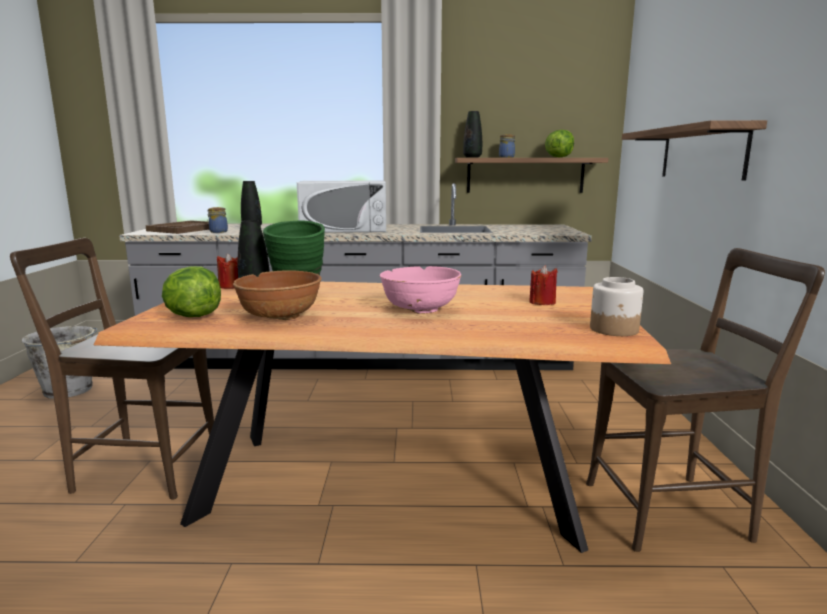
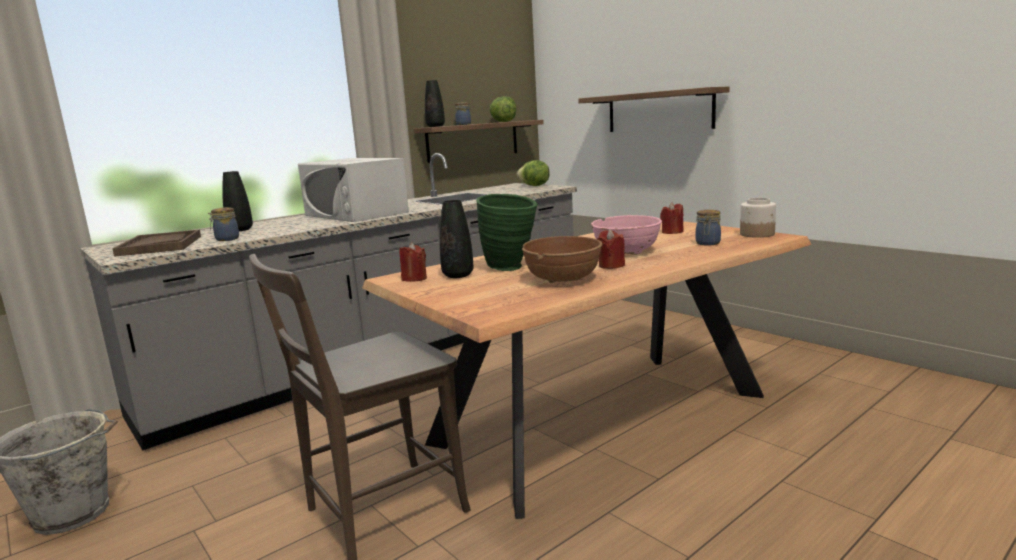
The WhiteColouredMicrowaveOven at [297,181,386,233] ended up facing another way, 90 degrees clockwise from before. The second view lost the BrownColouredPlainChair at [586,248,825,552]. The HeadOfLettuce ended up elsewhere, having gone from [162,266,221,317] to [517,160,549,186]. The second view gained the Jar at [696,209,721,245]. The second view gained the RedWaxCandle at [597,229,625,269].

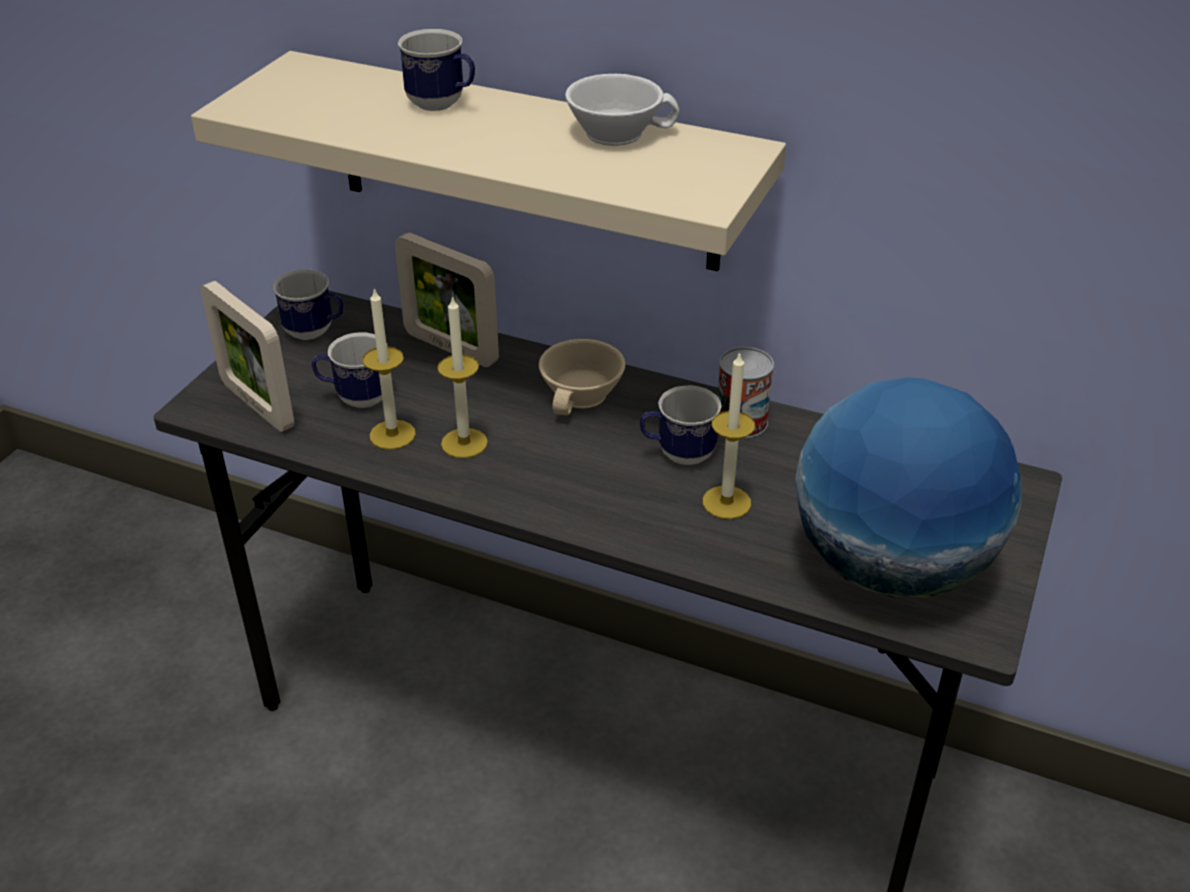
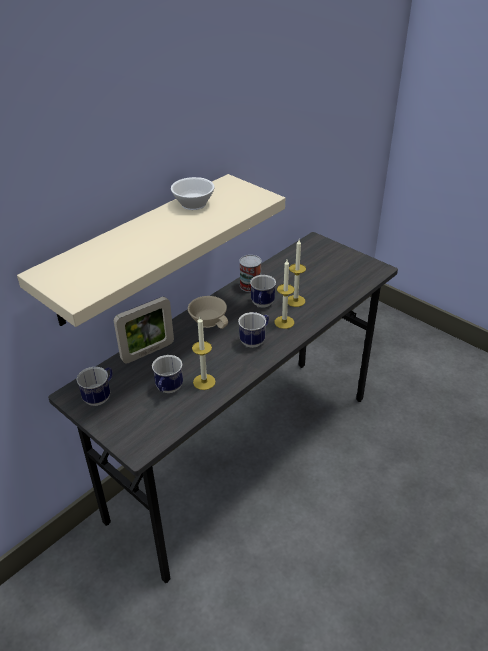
The TeaMug ended up elsewhere, having gone from [398,29,475,111] to [238,312,269,348]. The second view lost the PictureFrame at [200,281,295,432]. The WaxCandle ended up elsewhere, having gone from [437,295,488,458] to [275,260,295,329]. The second view lost the Globe at [795,377,1021,597].

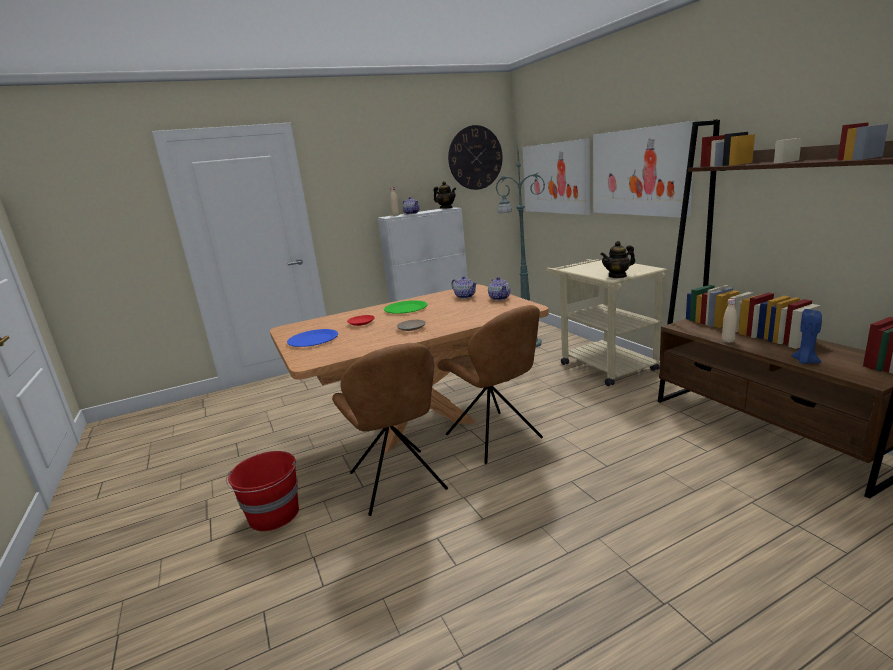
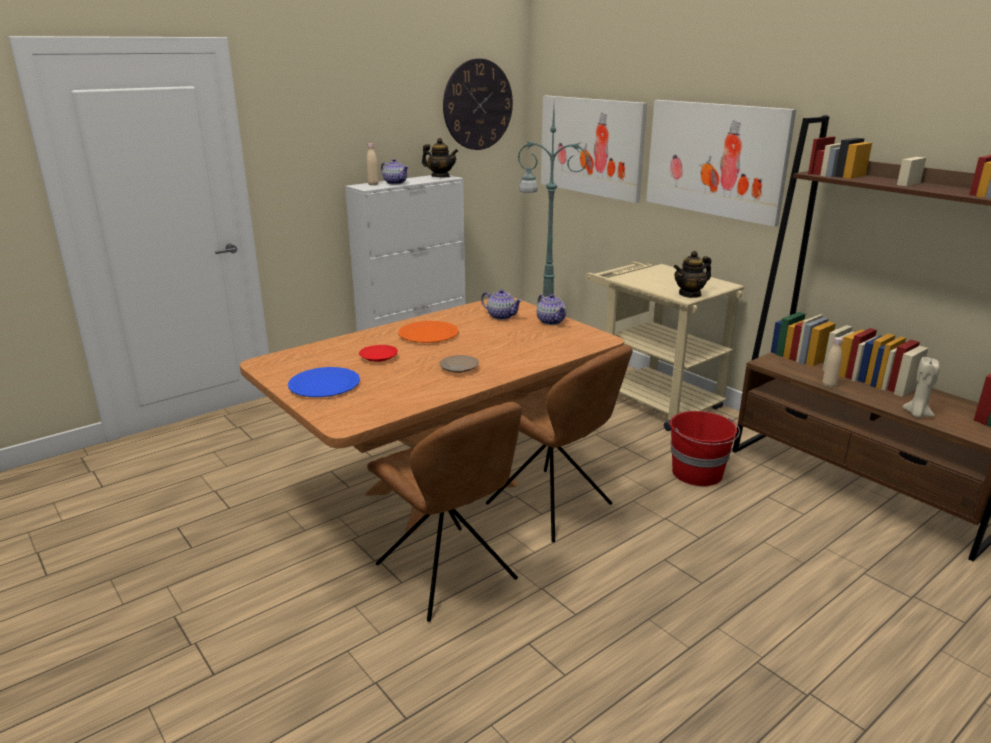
What was the GreenDinnerPlate at [384,300,427,314] turned into the OrangeDinnerPlate at [398,321,459,343]. What was the BlueWaxCandle at [792,309,822,364] turned into the BeigeWaxCandle at [903,357,939,418]. The RedWaterBucket ended up elsewhere, having gone from [226,451,299,531] to [670,411,740,486].

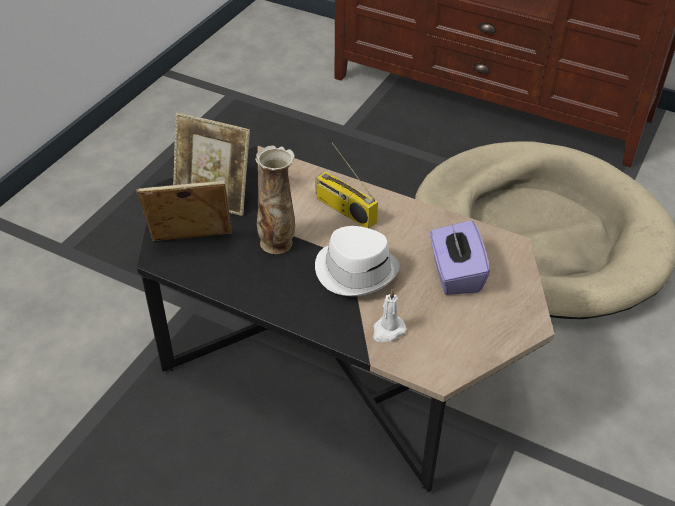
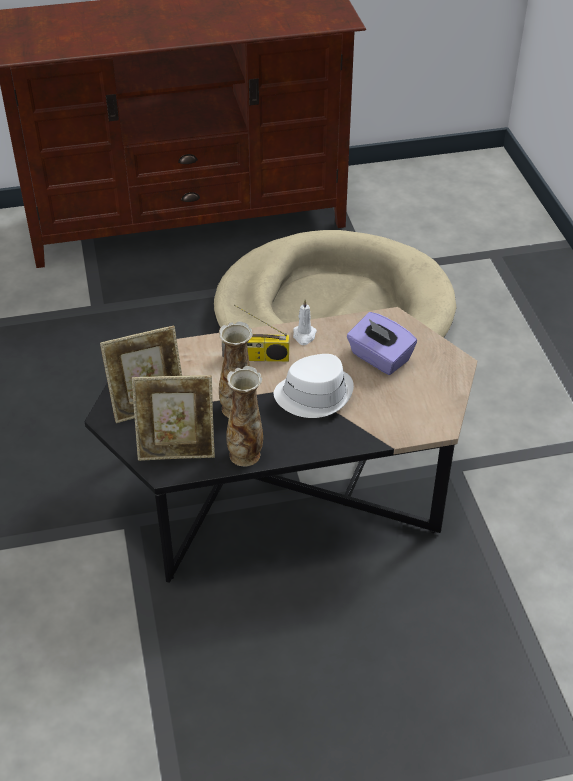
The PictureFrame at [136,181,232,241] ended up facing another way, 135 degrees counterclockwise from before. The WhiteColouredWaxCandle ended up elsewhere, having gone from [373,289,407,342] to [293,300,317,345]. The second view gained the Vase at [226,366,263,467].

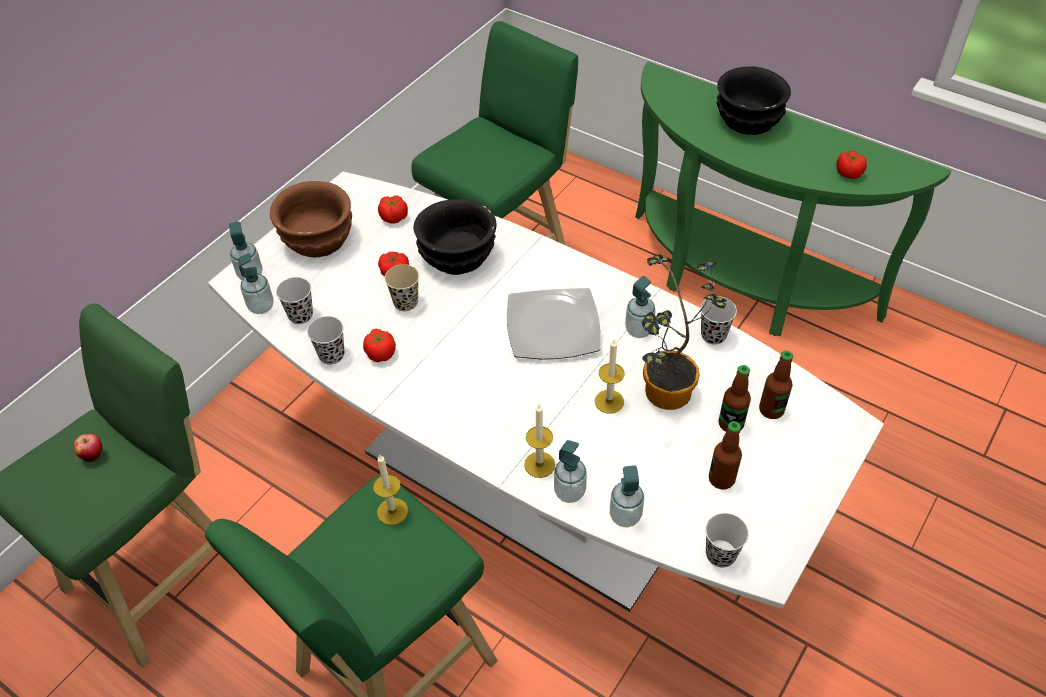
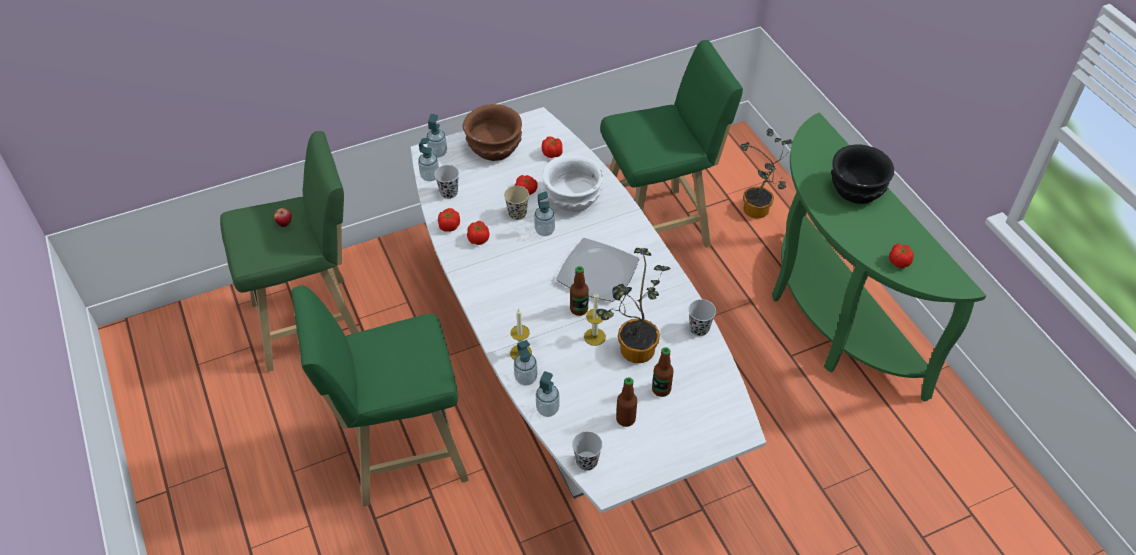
What was the BlackColouredServingBowl at [413,199,497,275] turned into the WhiteColouredServingBowl at [543,155,604,212]. The LiquidSoapBottle ended up elsewhere, having gone from [625,276,656,338] to [534,192,555,236]. Where the BlackColouredSmallCup stood at [307,316,345,365], the WholeTomato came to stand at [438,208,460,232]. The DrinkBottle ended up elsewhere, having gone from [759,351,793,419] to [570,266,589,316]. The second view lost the WaxCandle at [373,455,408,525]. The second view gained the PottedPlant at [740,128,793,218].

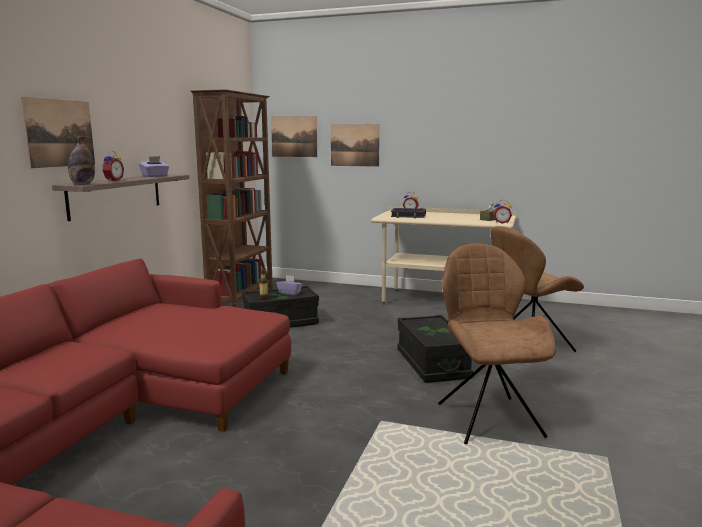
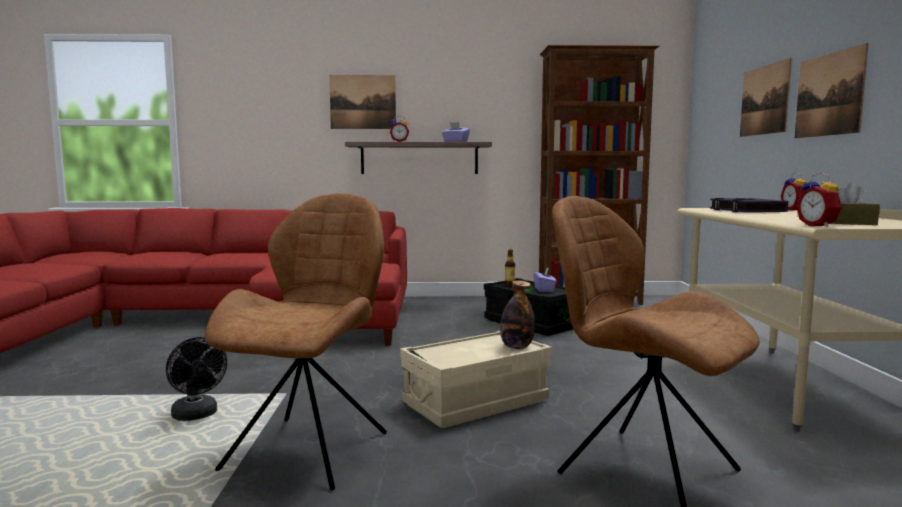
The Picture ended up elsewhere, having gone from [271,116,317,157] to [795,43,869,138]. The DrinkBottle ended up elsewhere, having gone from [68,135,95,184] to [500,280,535,349]. The BrownColouredPlainChair at [438,243,556,444] ended up facing another way, 45 degrees counterclockwise from before. What was the BlackColouredStorageBin at [398,315,473,383] turned into the BeigeStorageBin at [400,331,552,428]. The second view gained the BlackColouredElectricFan at [166,337,227,421].

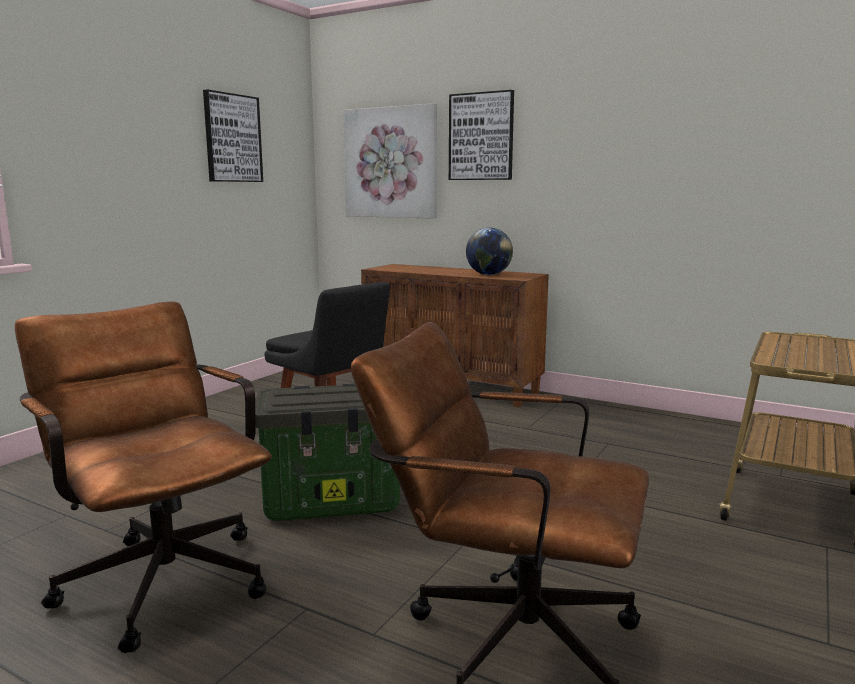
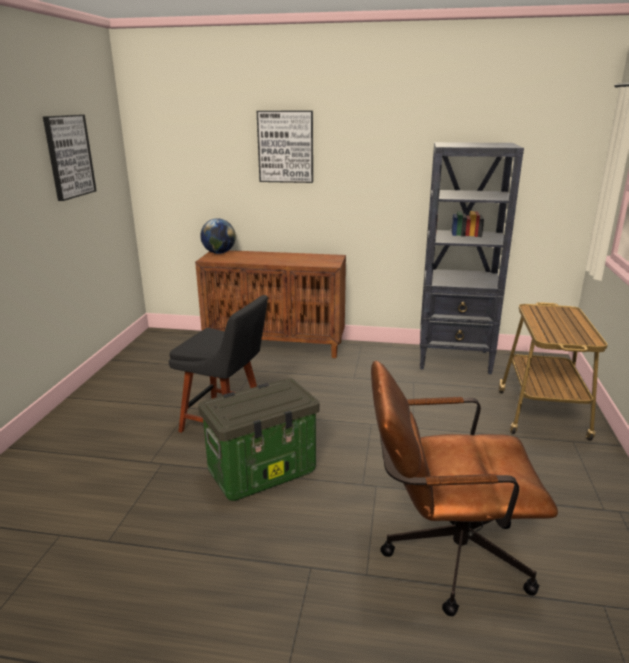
The second view lost the Picture at [343,103,437,219]. The Globe ended up elsewhere, having gone from [466,228,513,275] to [200,218,236,254]. The second view lost the BrownColouredOfficeChair at [15,302,272,653]. The second view gained the BlackColouredShelvingUnit at [420,142,524,374].

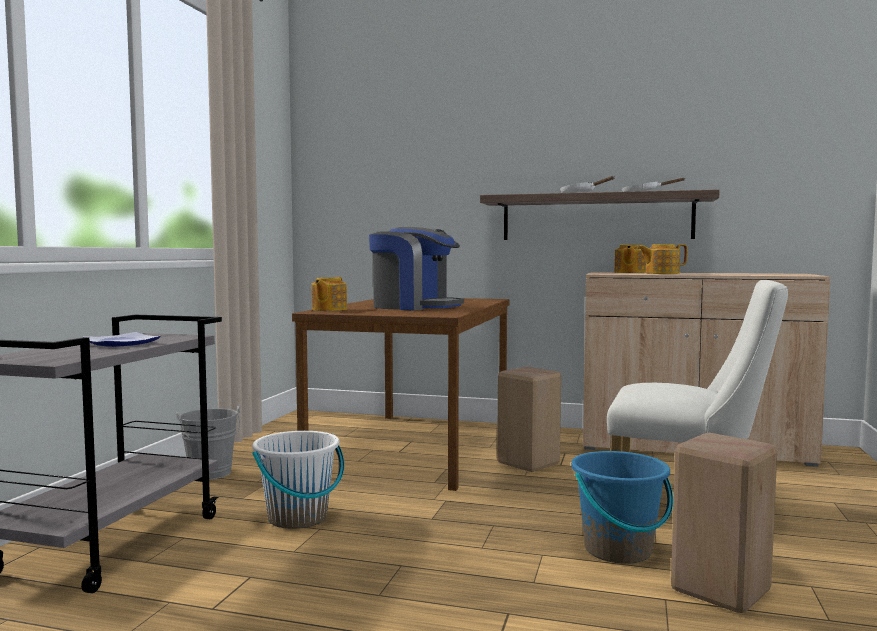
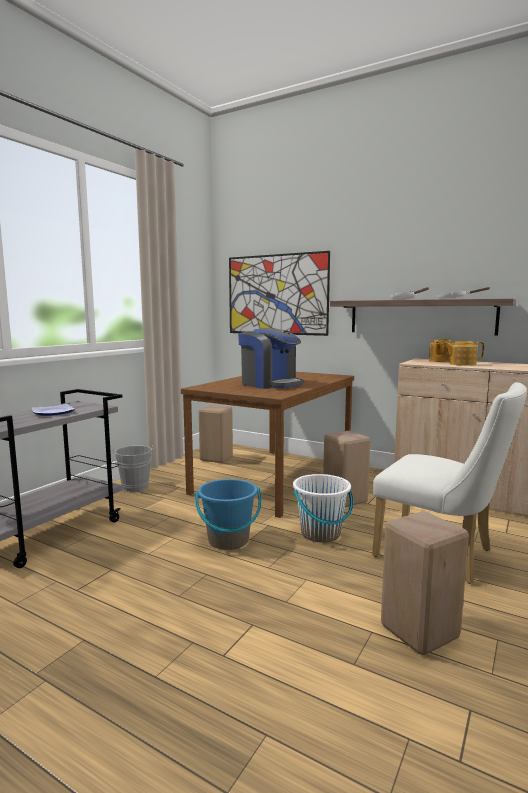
The second view lost the Teapot at [311,277,347,311]. The WhiteColouredWaterBucket ended up elsewhere, having gone from [252,431,344,529] to [293,474,353,542]. The BlueWaterBucket ended up elsewhere, having gone from [571,451,673,564] to [195,479,262,550]. The second view gained the Picture at [229,251,330,336]. The second view gained the BeigeStoolSeat at [199,405,233,463].

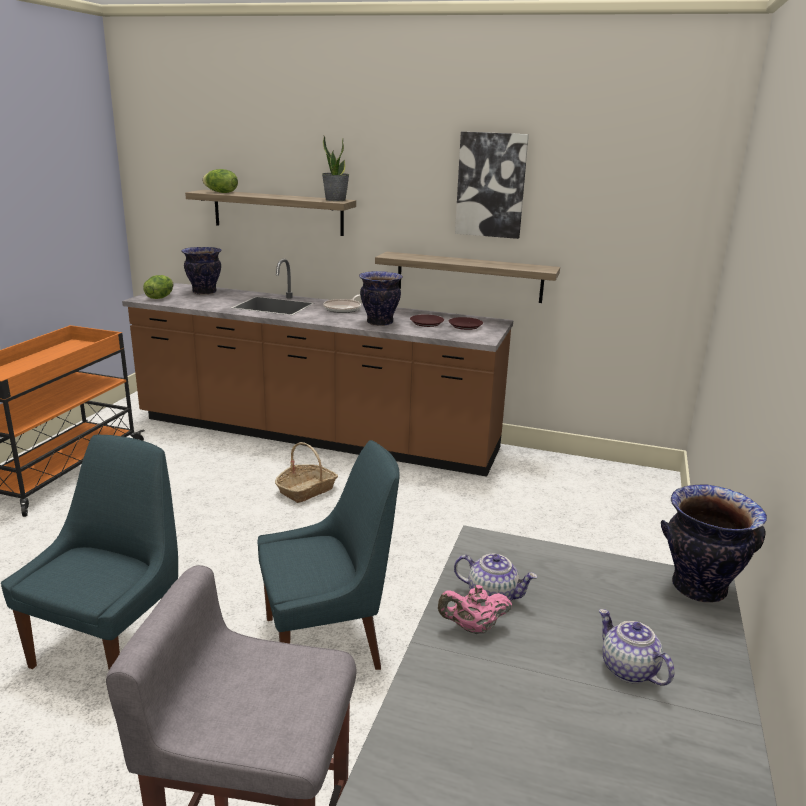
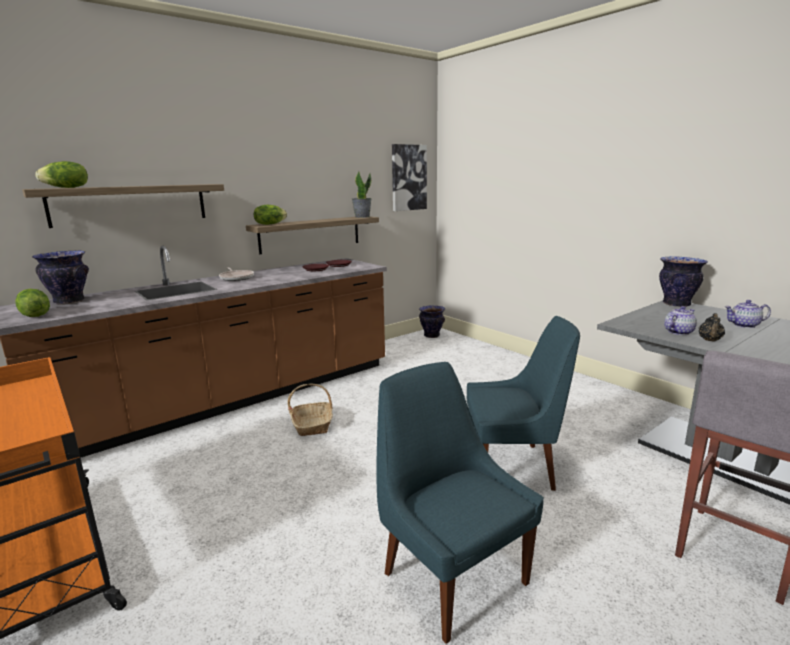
The Picture ended up elsewhere, having gone from [455,132,529,239] to [392,144,427,211]. The PottedPlant ended up elsewhere, having gone from [322,136,350,201] to [352,171,372,218]. The Vase ended up elsewhere, having gone from [359,271,403,326] to [419,305,445,338]. The BluePlainChair at [258,440,400,670] ended up facing another way, 75 degrees clockwise from before. What was the PinkishTeapot at [438,585,512,634] turned into the BlackColouredTeapot at [699,313,725,342]. The second view gained the HeadOfLettuce at [254,205,287,225].

